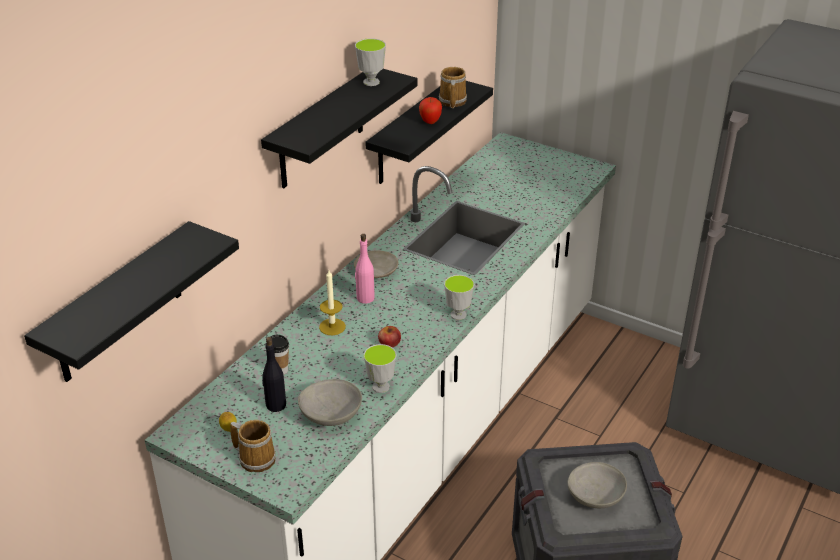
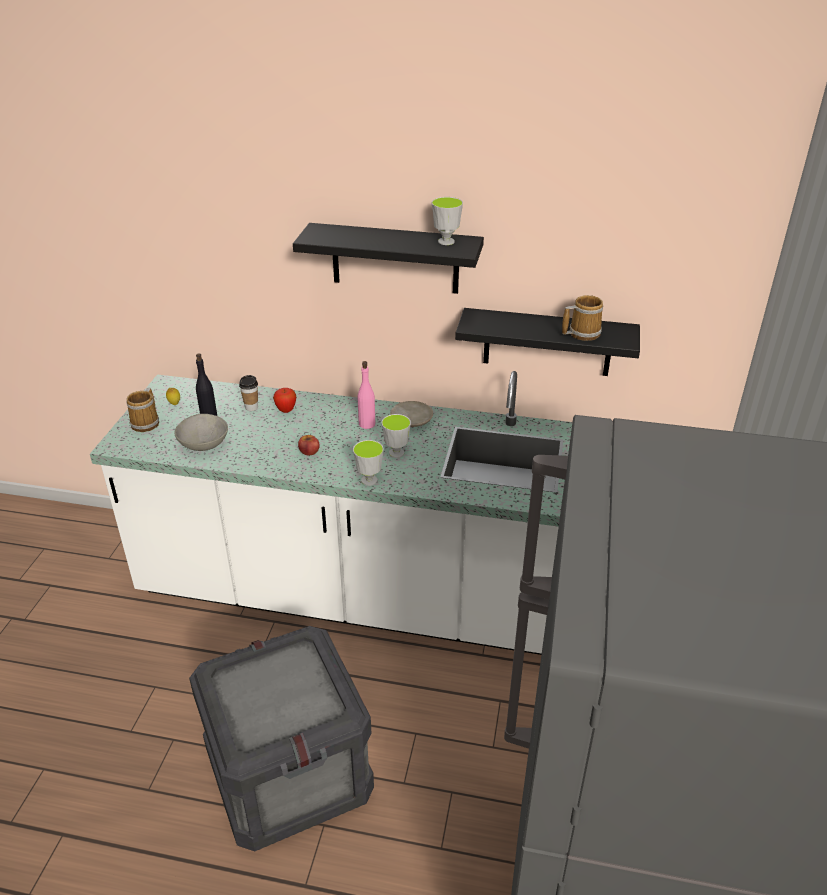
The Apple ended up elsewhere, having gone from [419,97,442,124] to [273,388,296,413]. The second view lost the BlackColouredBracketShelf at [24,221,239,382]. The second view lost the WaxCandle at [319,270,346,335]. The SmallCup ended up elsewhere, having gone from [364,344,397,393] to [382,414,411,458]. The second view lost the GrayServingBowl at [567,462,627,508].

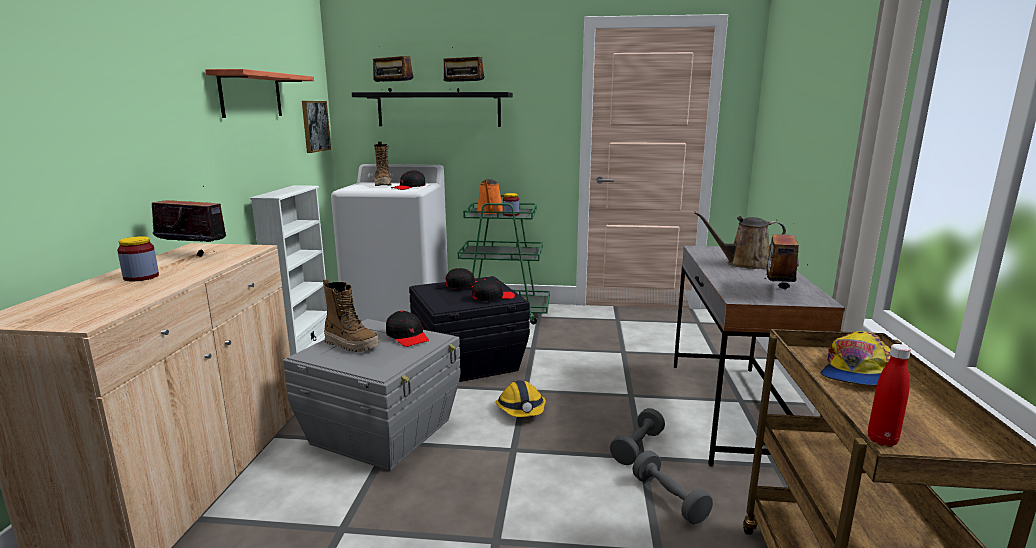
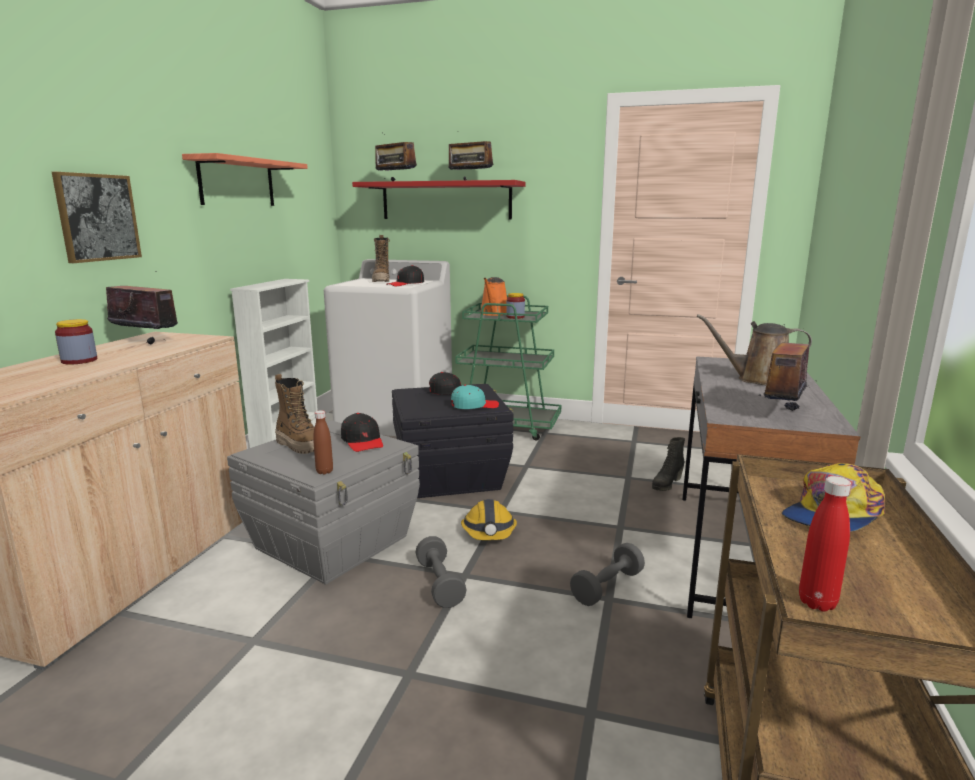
What was the BlackColouredBracketShelf at [352,92,513,127] turned into the RedBracketShelf at [352,180,525,220]. The Picture ended up elsewhere, having gone from [302,101,331,153] to [52,172,142,263]. What was the BlackColouredCap at [472,279,515,301] turned into the BlueGreenCap at [451,385,499,409]. The GrayFreeWeight ended up elsewhere, having gone from [632,451,713,524] to [415,536,467,608]. The second view gained the BrownColouredDrinkBottle at [313,410,333,474]. The second view gained the BlackColouredBoot at [652,437,685,491].

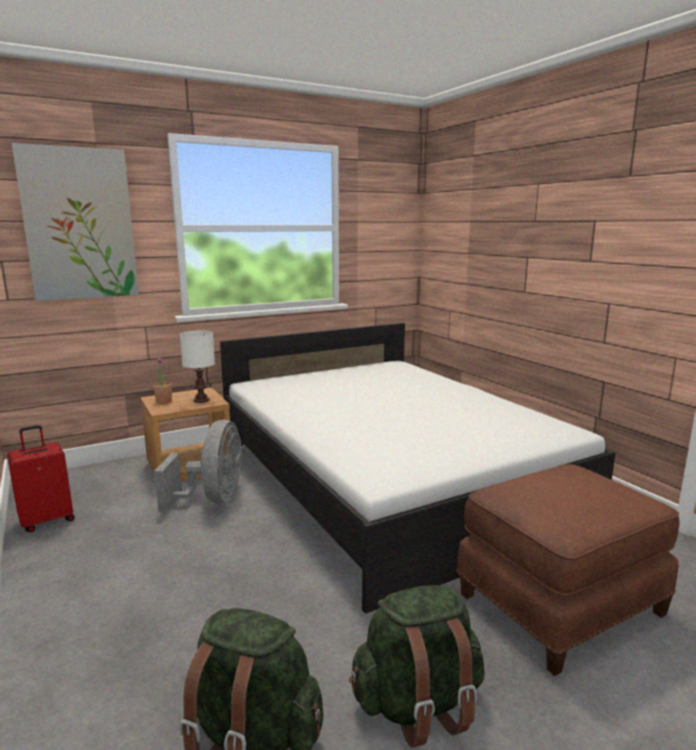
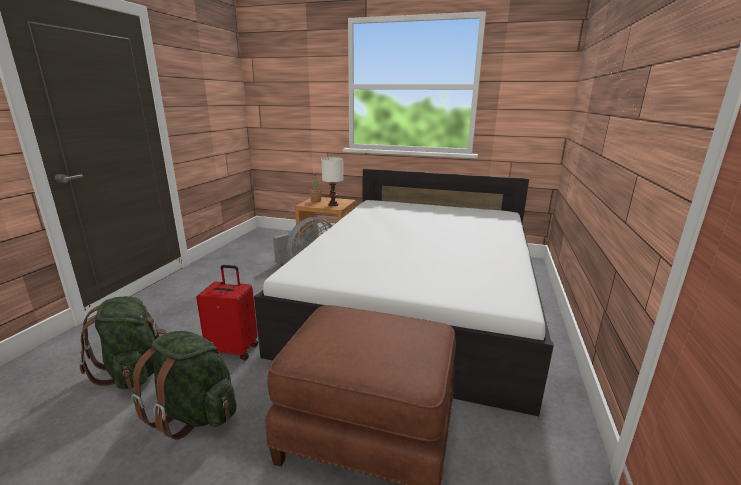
The second view lost the Picture at [12,143,139,301]. The RedPieceOfLuggage ended up elsewhere, having gone from [7,425,75,532] to [196,265,258,360].

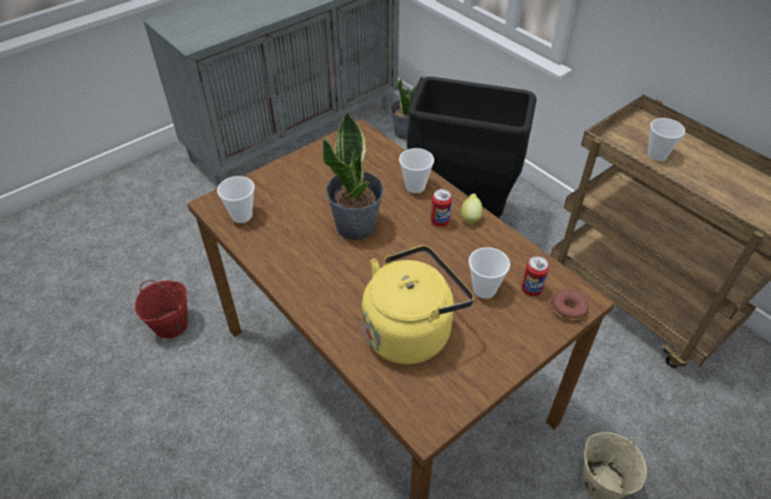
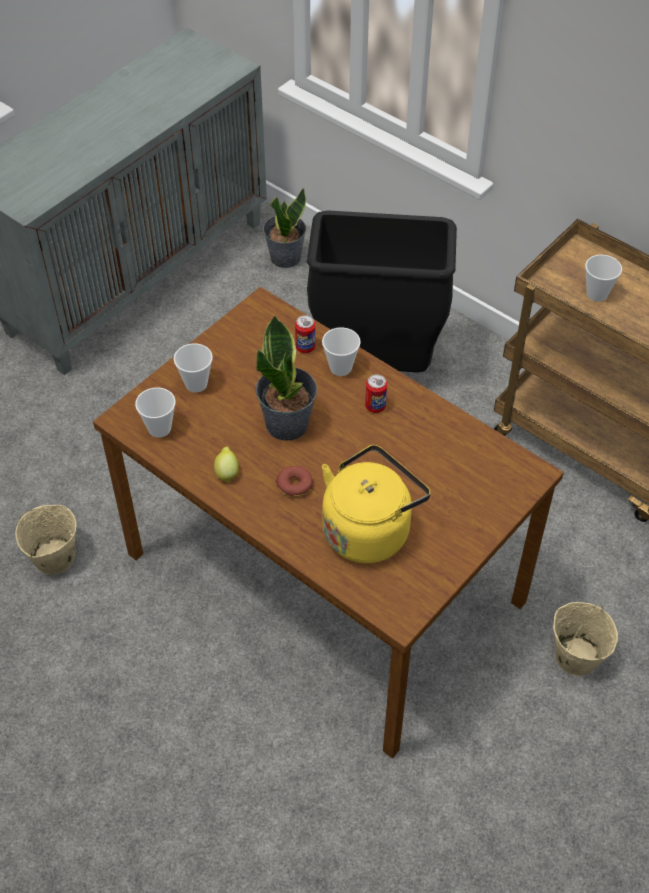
The WholeLemon ended up elsewhere, having gone from [461,194,483,226] to [214,446,239,483]. The SmallCup ended up elsewhere, having gone from [469,247,510,299] to [174,343,213,393]. The Can ended up elsewhere, having gone from [521,256,549,296] to [295,315,315,353]. What was the RedWaterBucket at [135,280,188,339] turned into the BeigeWaterBucket at [16,505,77,575]. The Donut ended up elsewhere, having gone from [551,290,589,320] to [276,466,313,497].

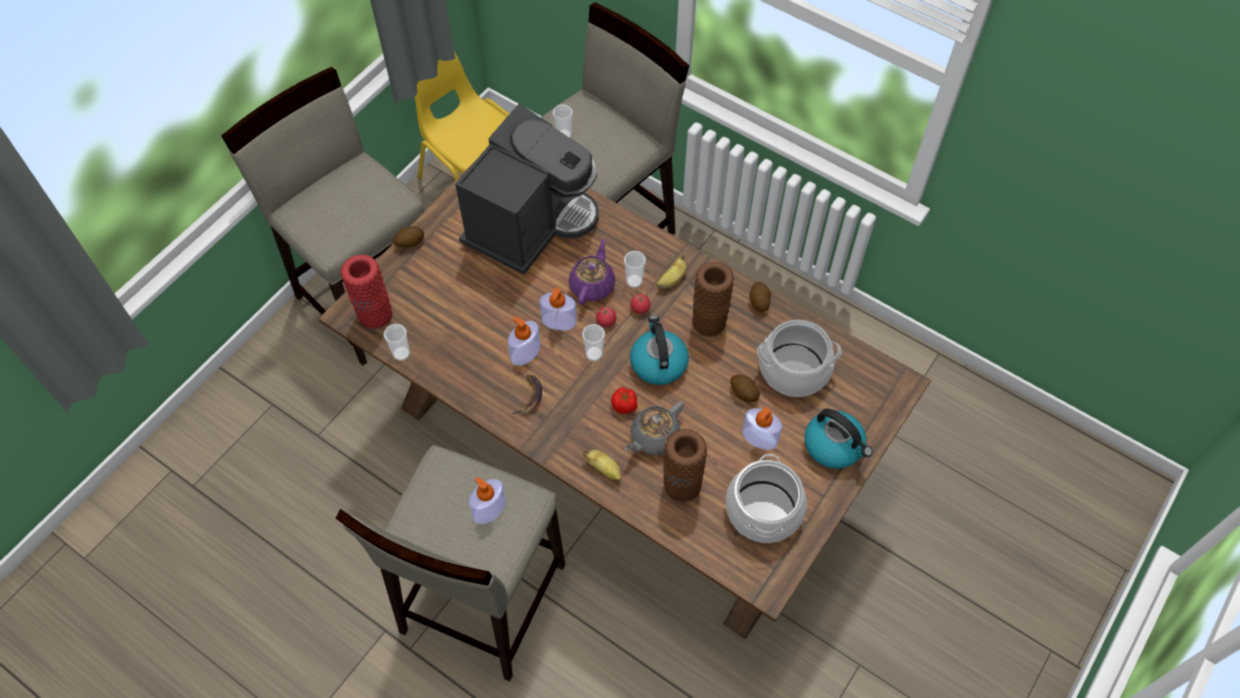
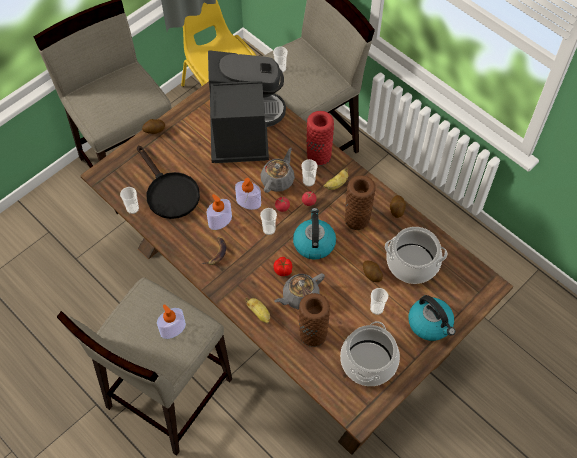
The CoffeeMaker at [455,104,599,275] ended up facing another way, 45 degrees counterclockwise from before. What was the PurpleColouredTeapot at [569,239,615,304] turned into the GrayTeapot at [261,148,295,193]. The RedVase ended up elsewhere, having gone from [341,255,392,329] to [306,111,334,166]. Where the LiquidSoapBottle stood at [742,407,782,450], the SmallCup came to stand at [370,288,388,315]. The second view gained the BlackColouredFryingPan at [137,145,200,219].

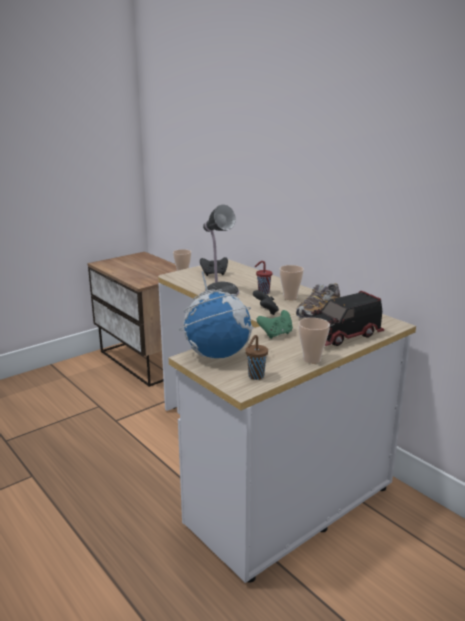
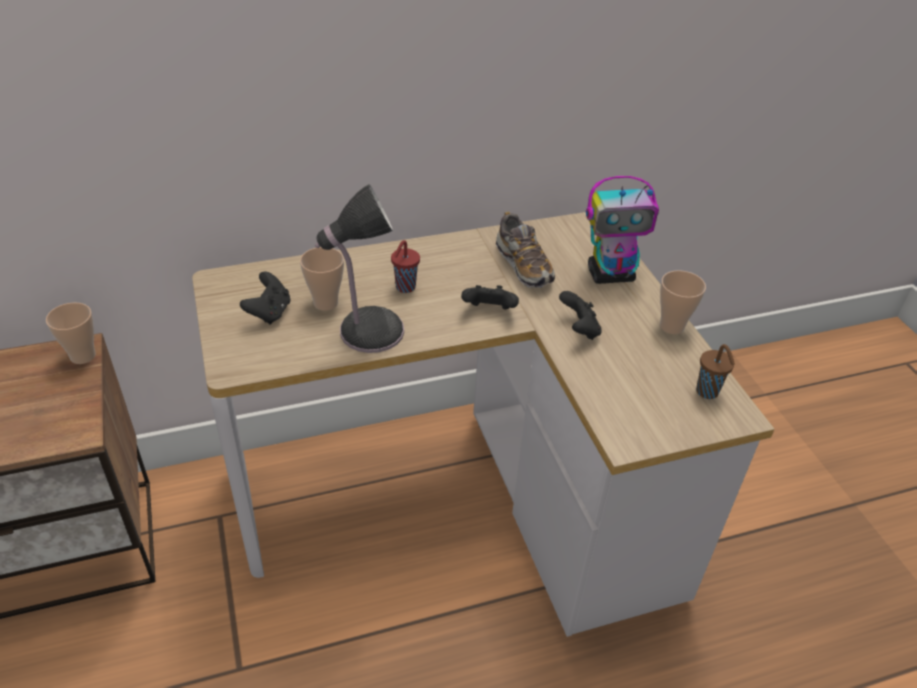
The SmallCup ended up elsewhere, having gone from [280,265,304,300] to [300,247,344,311]. The second view lost the Globe at [179,271,252,359]. Where the ModelTruck stood at [309,291,384,346], the ModelRobot came to stand at [586,176,659,284]. What was the GreenJoypad at [257,310,293,339] turned into the BlackColouredJoypad at [559,291,602,340].

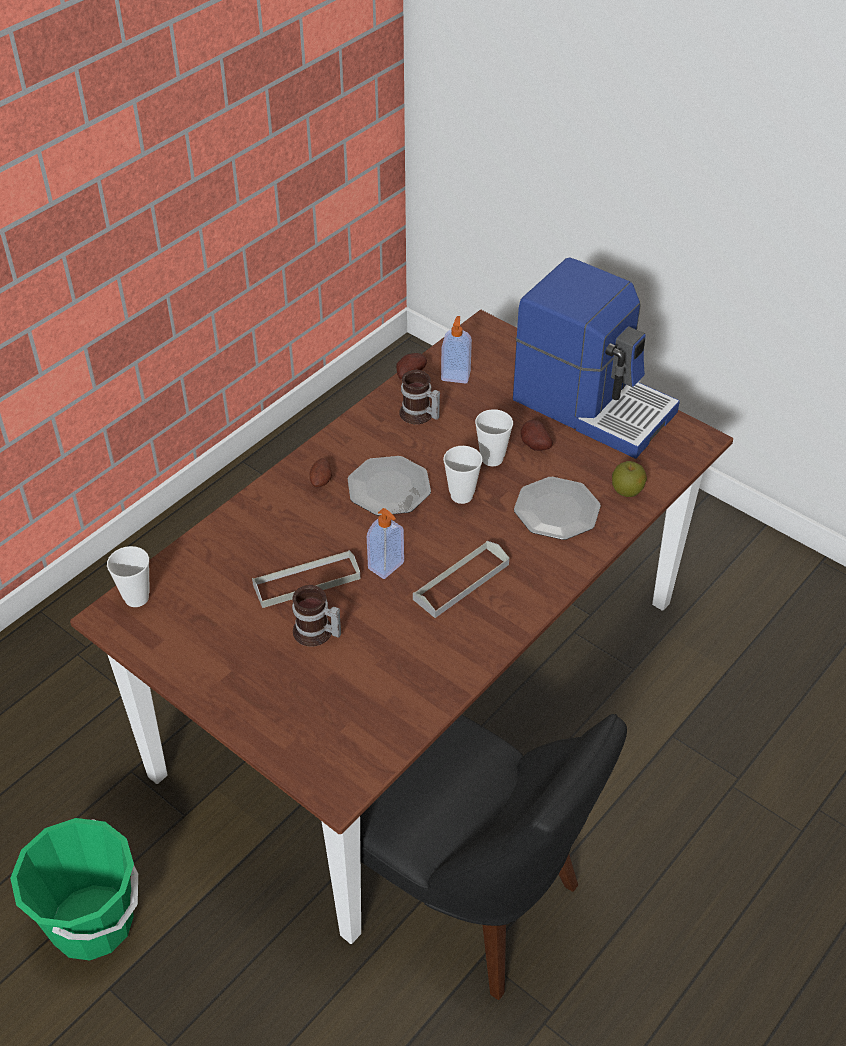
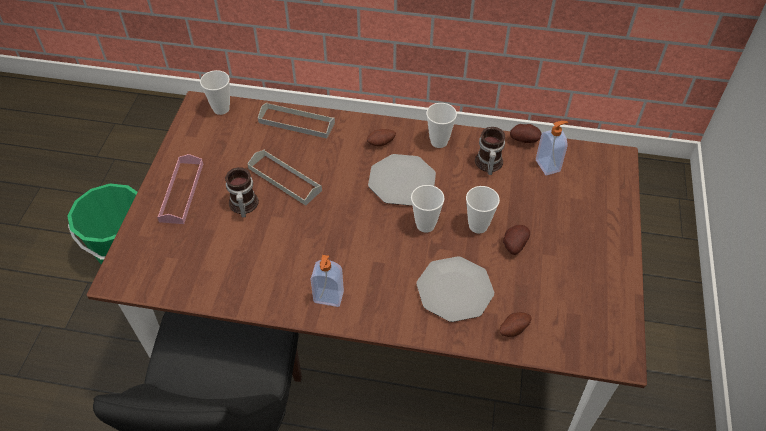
The second view lost the CoffeeMaker at [513,257,680,459]. Where the Apple stood at [612,461,647,497], the WholePotato came to stand at [500,312,531,337]. The LiquidSoapBottle ended up elsewhere, having gone from [367,508,404,579] to [310,255,344,307]. The GrayTray ended up elsewhere, having gone from [413,541,509,618] to [258,102,335,138]. The second view gained the SmallCup at [426,103,457,148]. The second view gained the PinkishTray at [157,154,203,224].

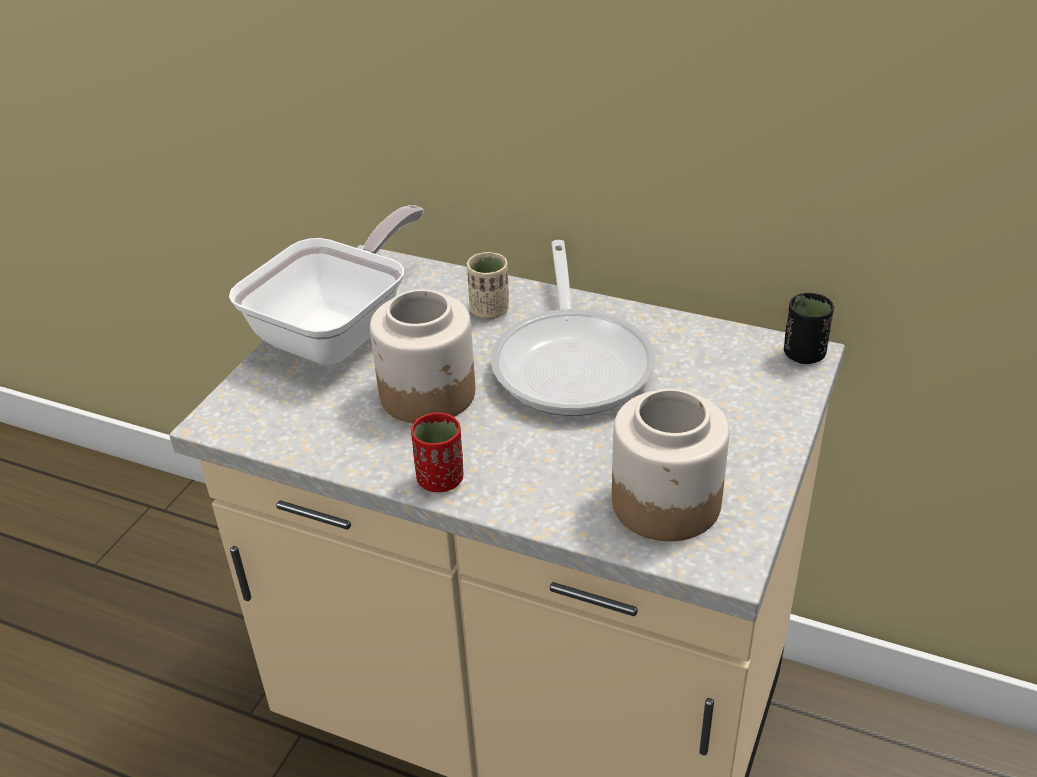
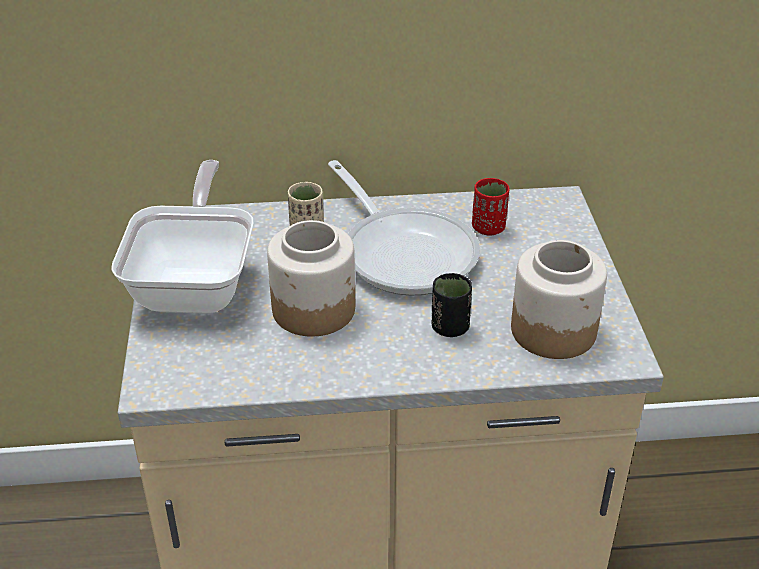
The BlackColouredSmallCup ended up elsewhere, having gone from [784,293,834,364] to [432,273,472,337]. The RedSmallCup ended up elsewhere, having gone from [411,413,463,492] to [472,178,509,236].

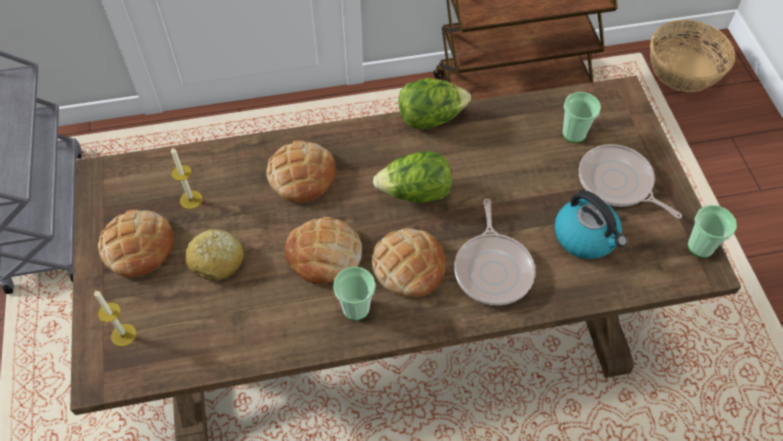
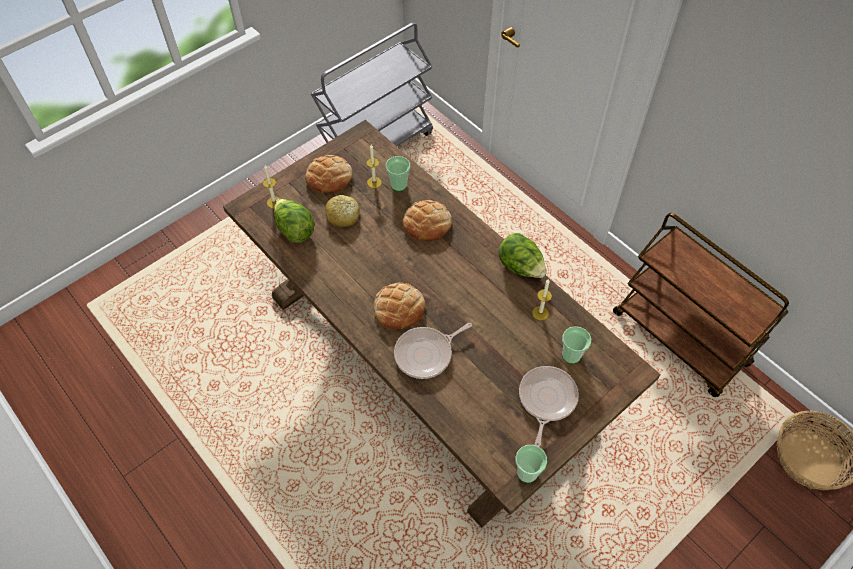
The HeadOfLettuce ended up elsewhere, having gone from [373,151,452,203] to [274,199,314,243]. The second view lost the WaterKettle at [555,190,627,259]. The second view lost the BakedBread at [285,217,362,284]. The SmallCup ended up elsewhere, having gone from [333,267,375,321] to [386,156,410,191]. The second view gained the WaxCandle at [532,279,552,320].

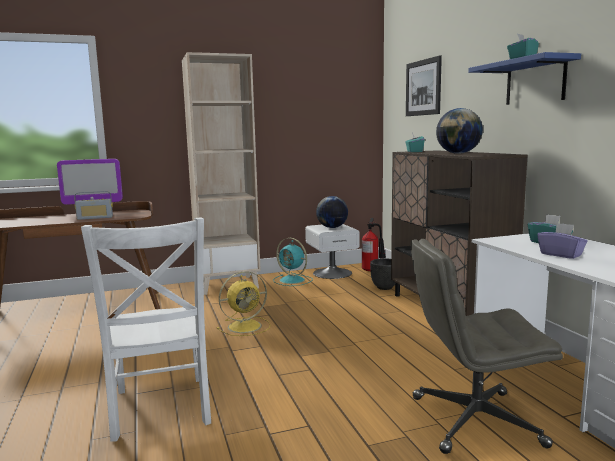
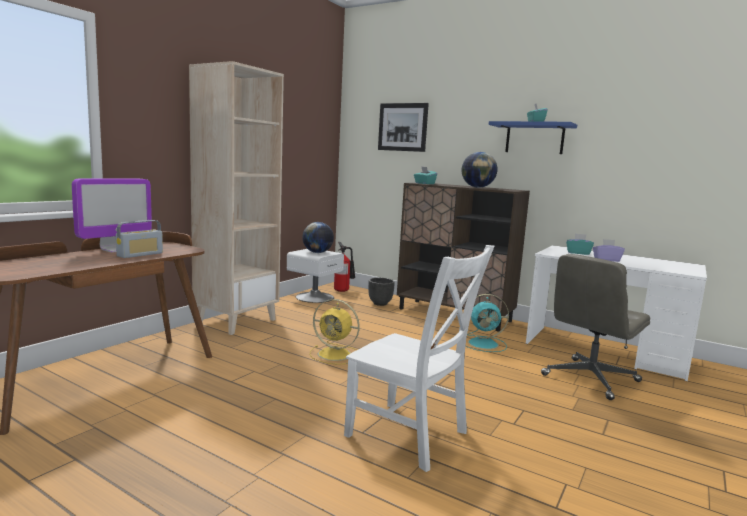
The BlueGreenElectricFan ended up elsewhere, having gone from [273,238,313,286] to [466,294,509,352]. The YellowishElectricFan at [217,271,270,336] ended up facing another way, 90 degrees clockwise from before.

